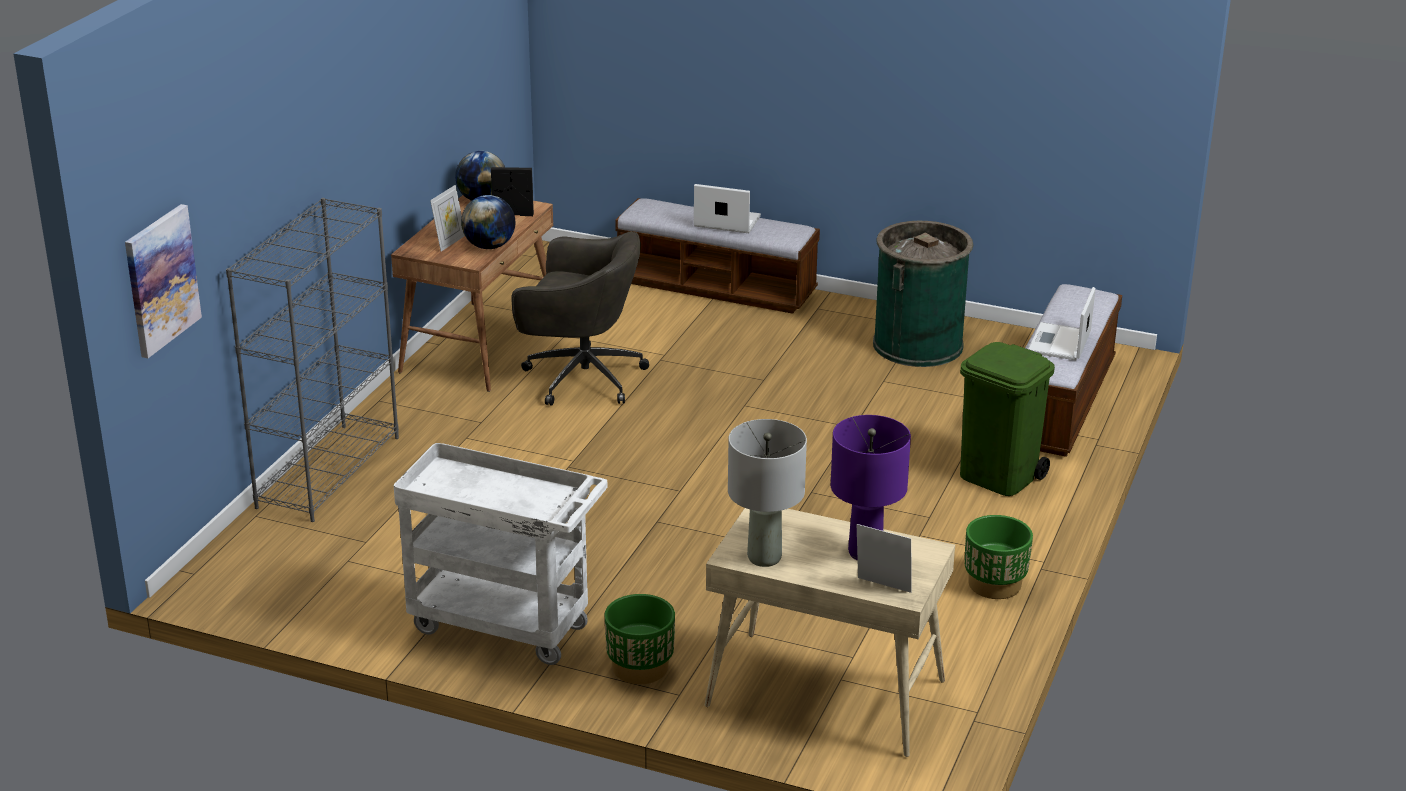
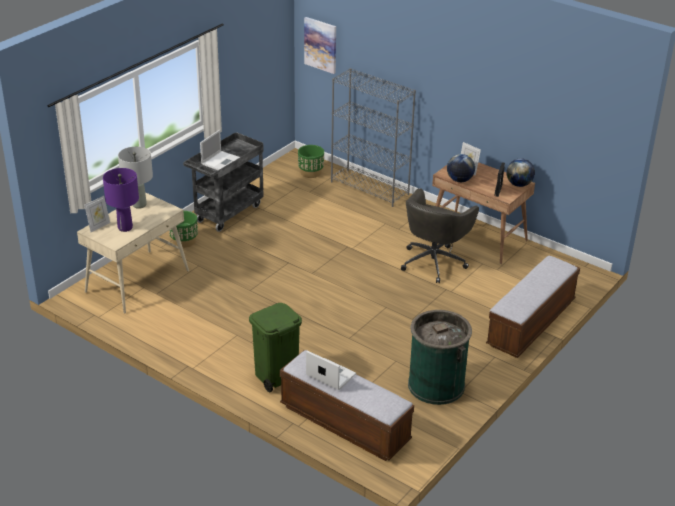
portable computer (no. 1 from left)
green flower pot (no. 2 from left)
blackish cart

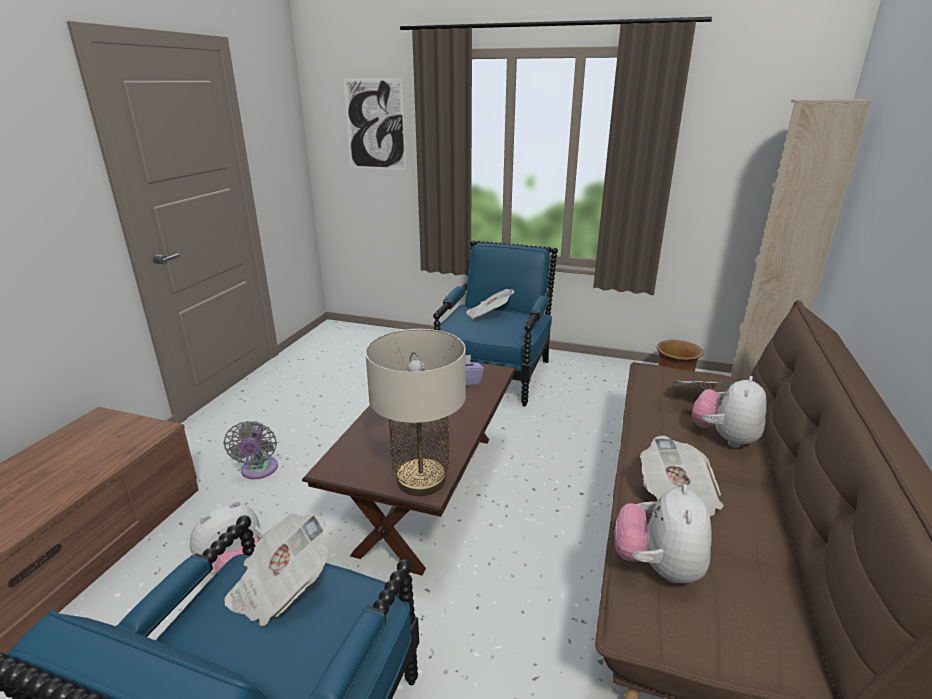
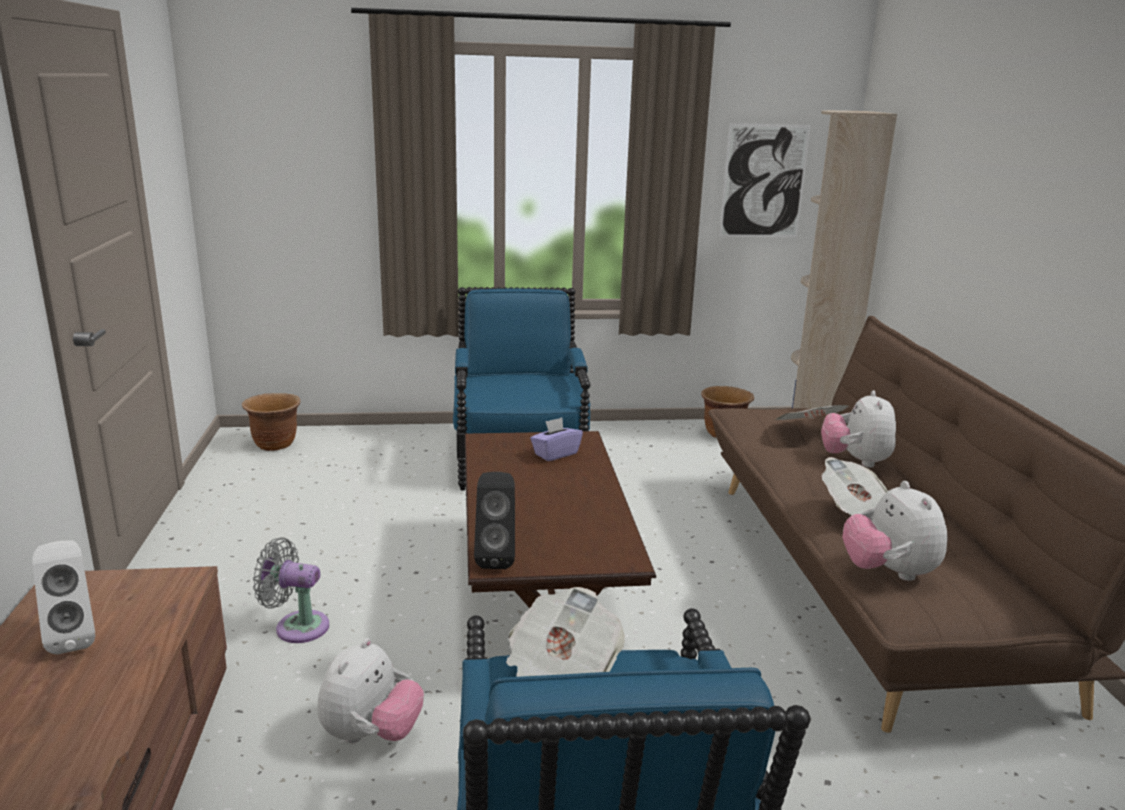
table lamp
newspaper (no. 2 from left in the first image)
white-coloured loudspeaker
brown-coloured flower pot (no. 1 from left)
blackish loudspeaker
wall art
greyish fan

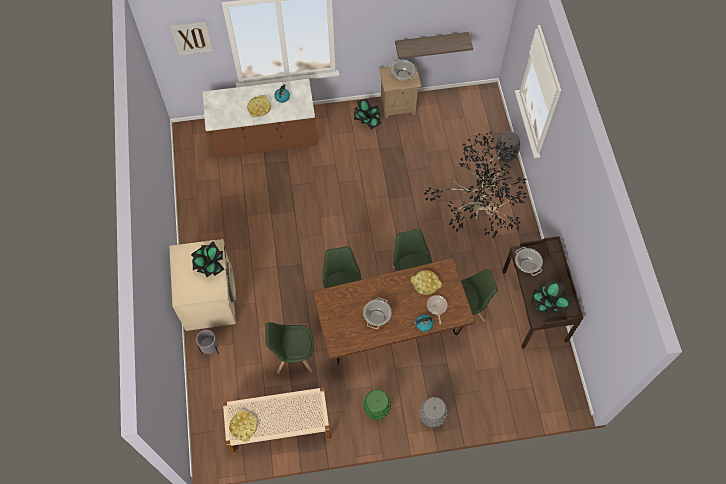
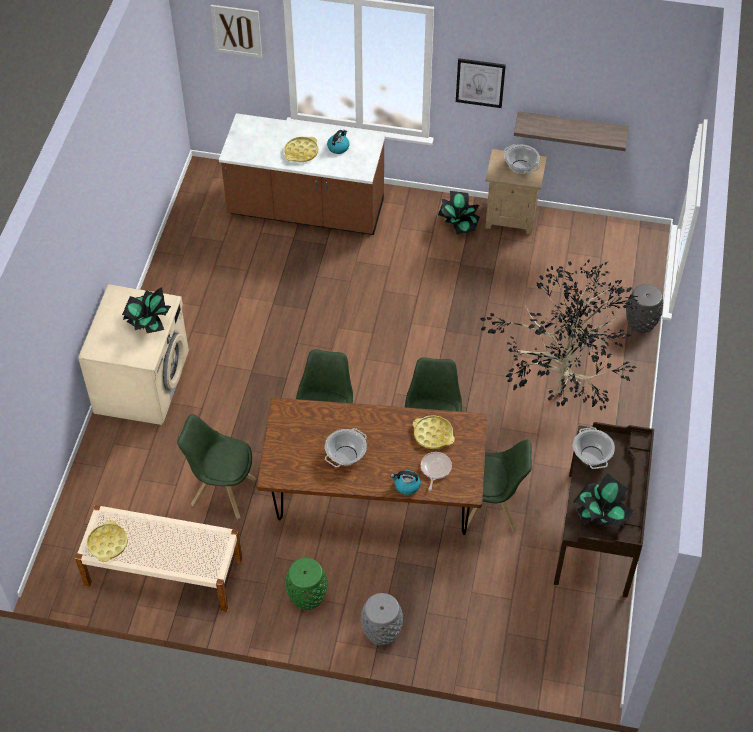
greyish flower pot
wall art (no. 2 from left)

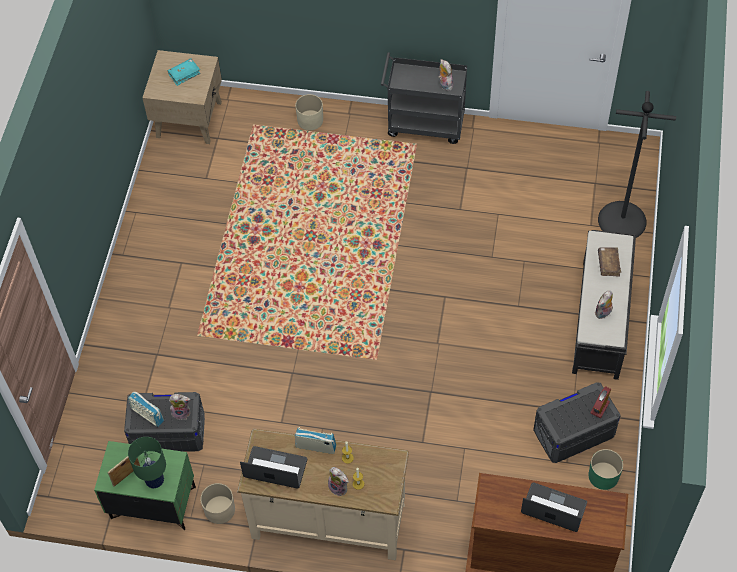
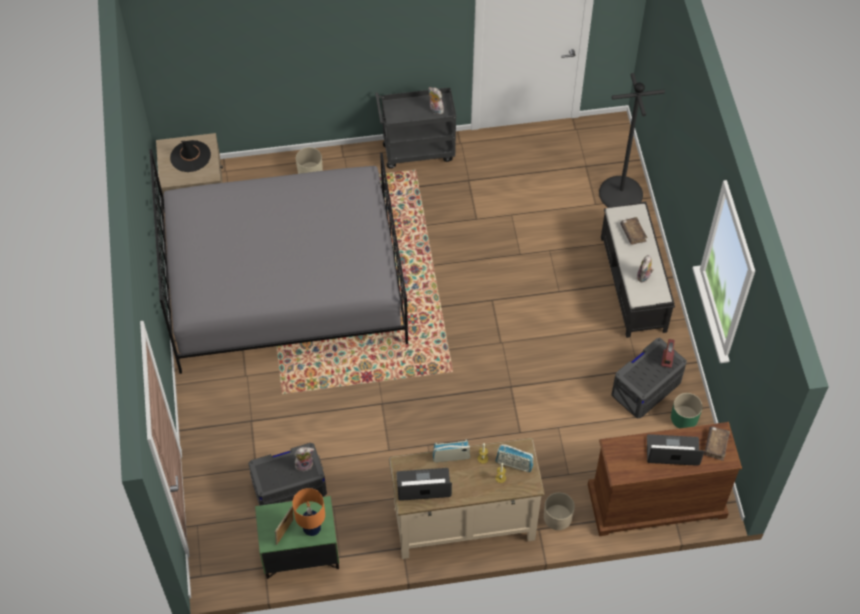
cuddly toy (no. 2 from left in the first image)
greyish bed
brown-coloured bound book (no. 2 from left)
radio receiver (no. 2 from left)
sand-coloured flower pot (no. 2 from left)
blackish clothing hat
orange-coloured table lamp

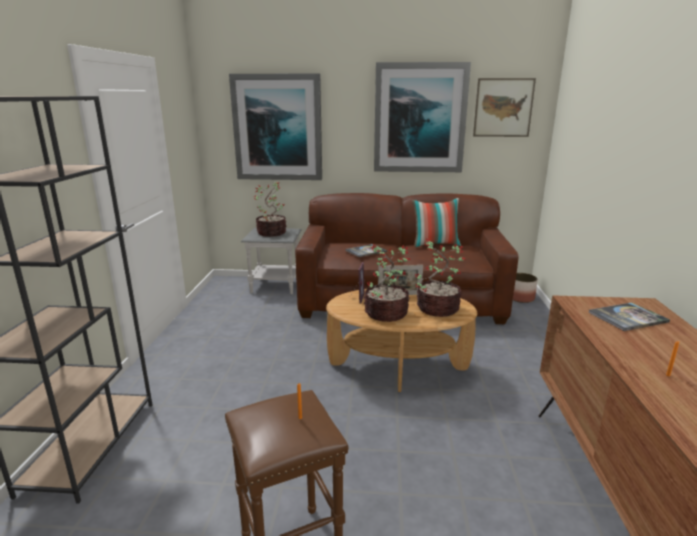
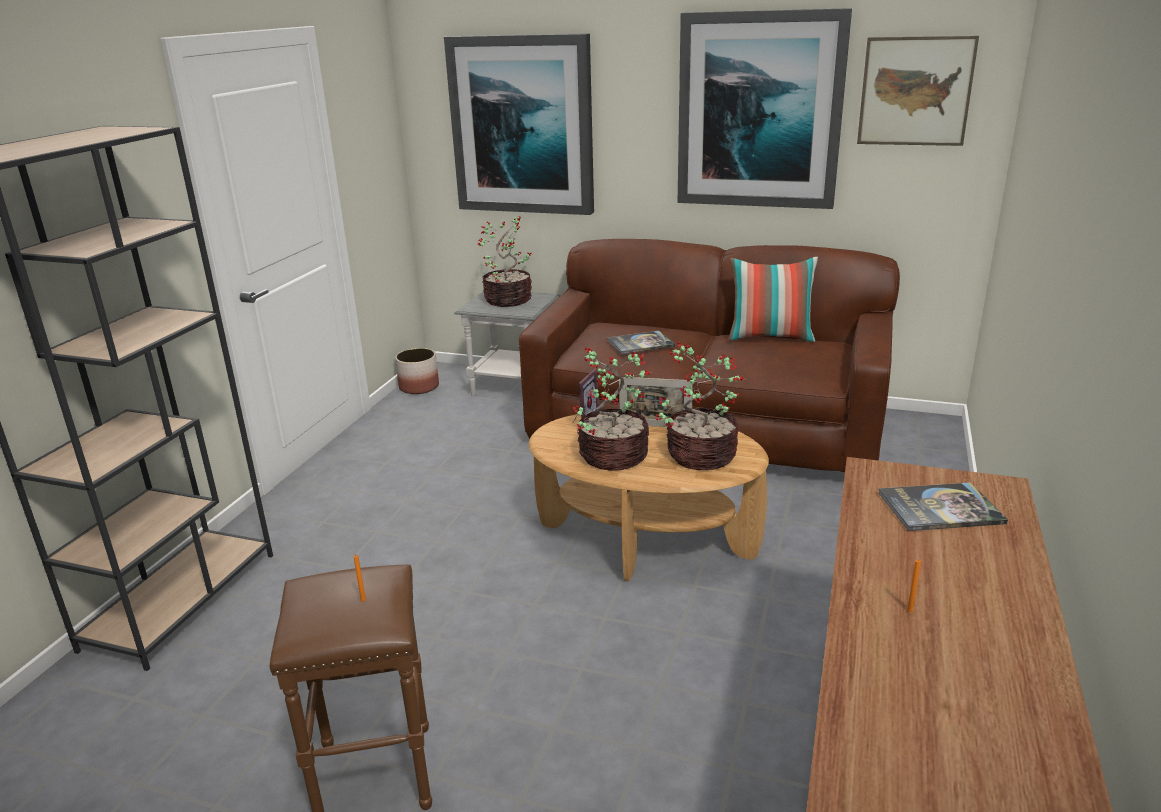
flower pot

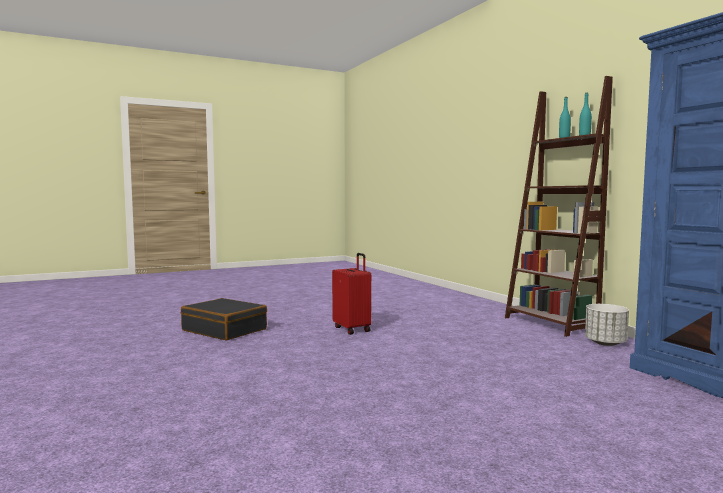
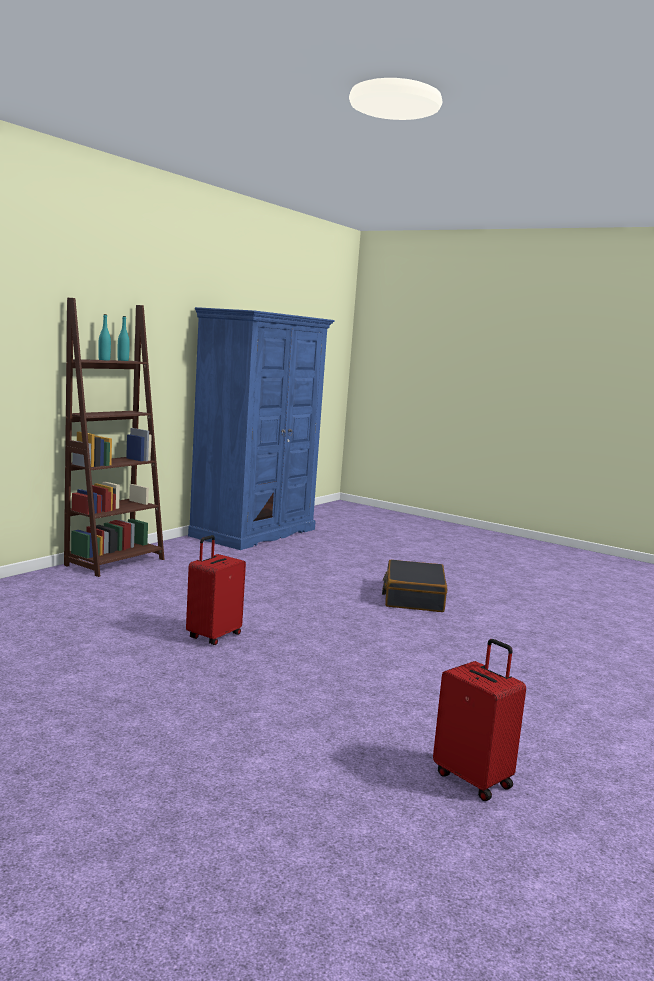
white-coloured flower pot
reddish suitcase (no. 2 from left)
blackish suitcase

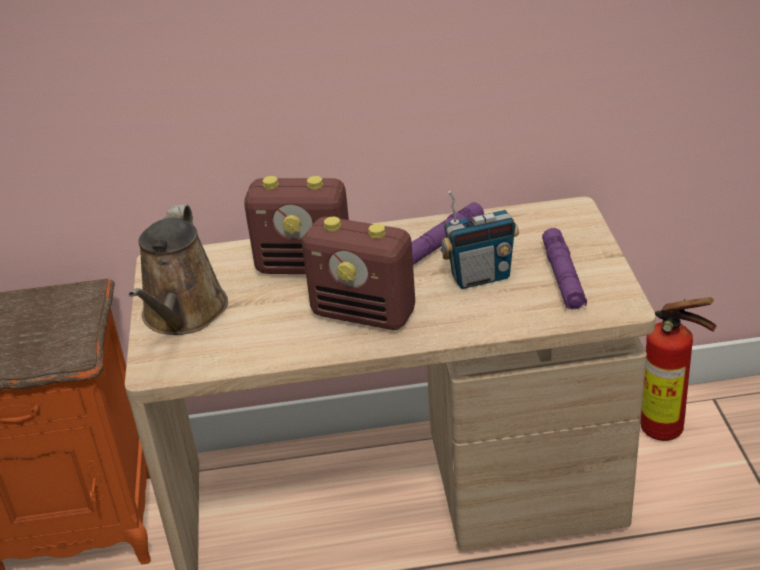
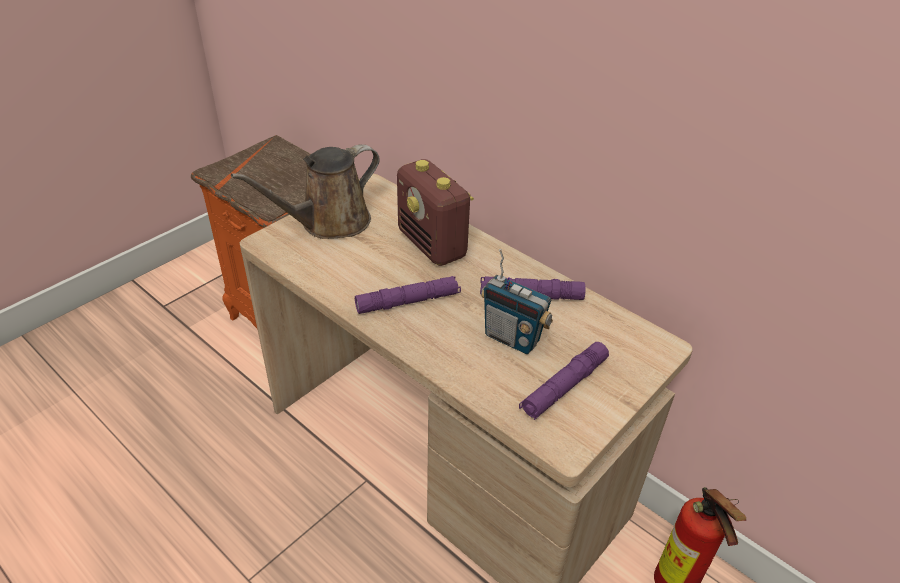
purplish torch (no. 1 from left)

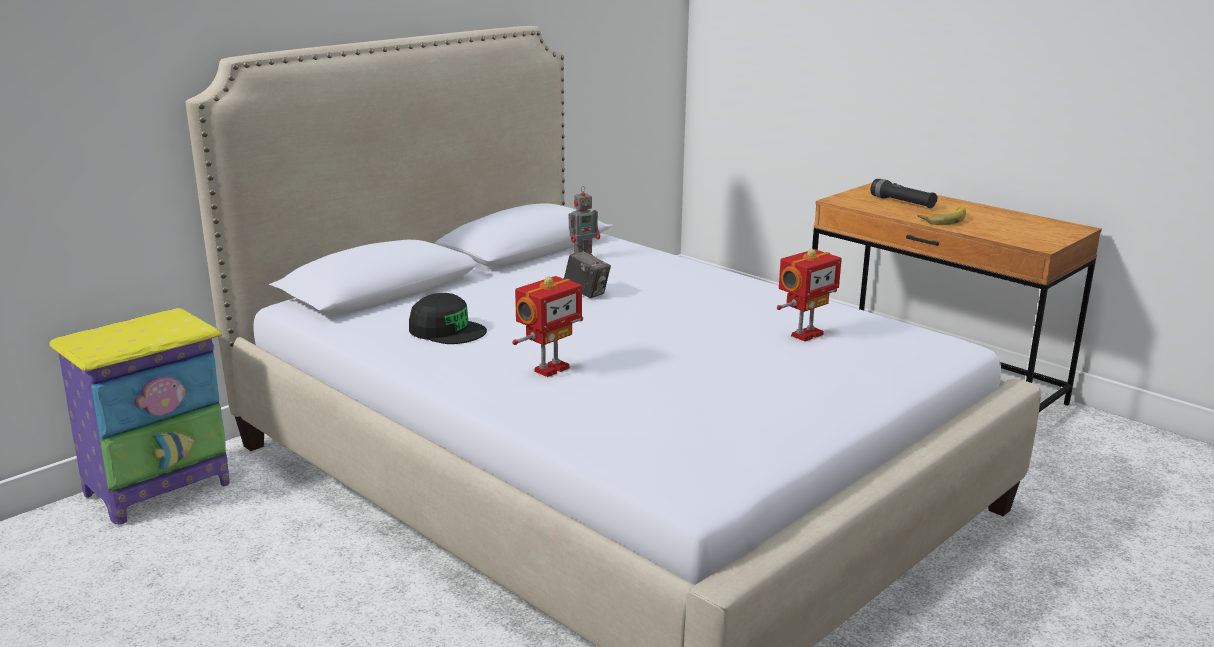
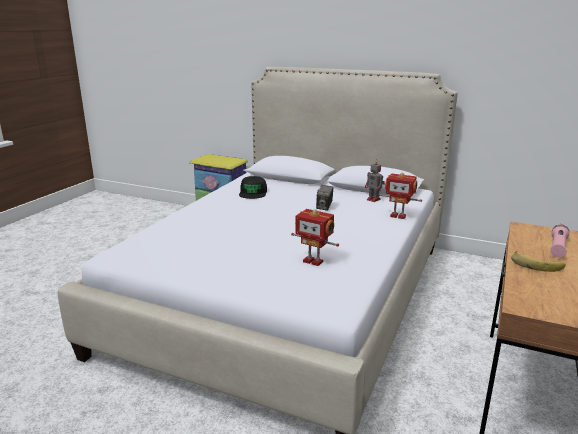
robot figure (no. 3 from left)
pinkish torch

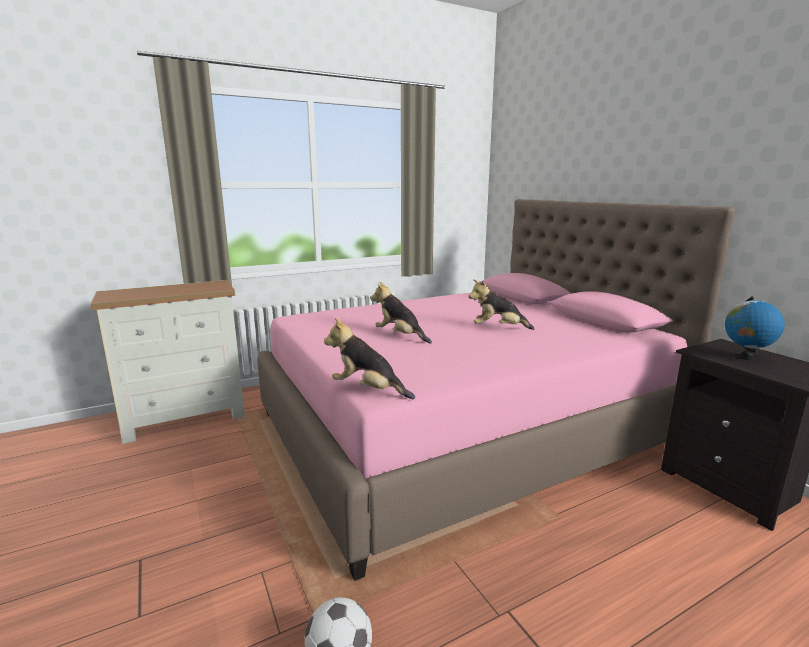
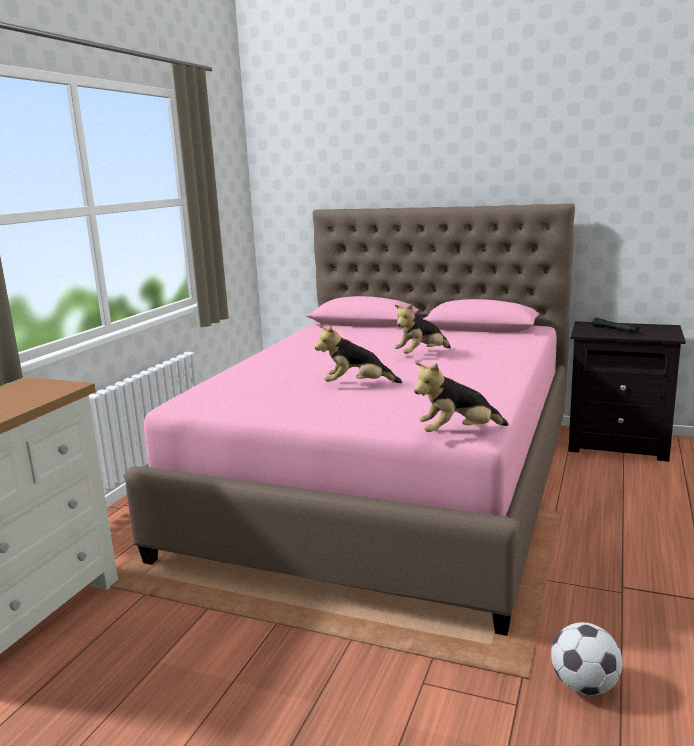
blackish torch

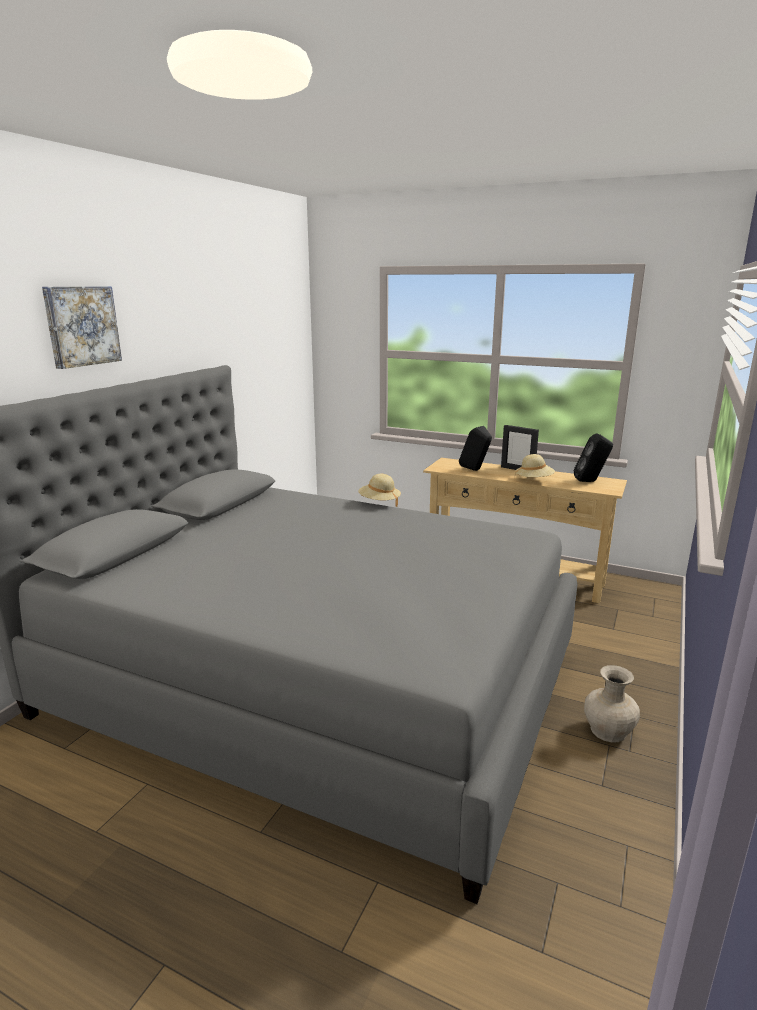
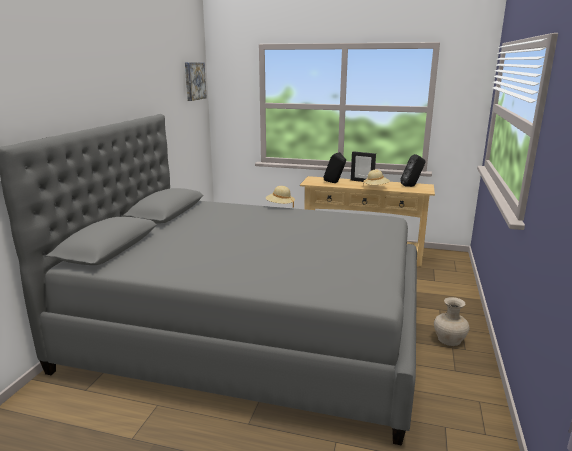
wall art

